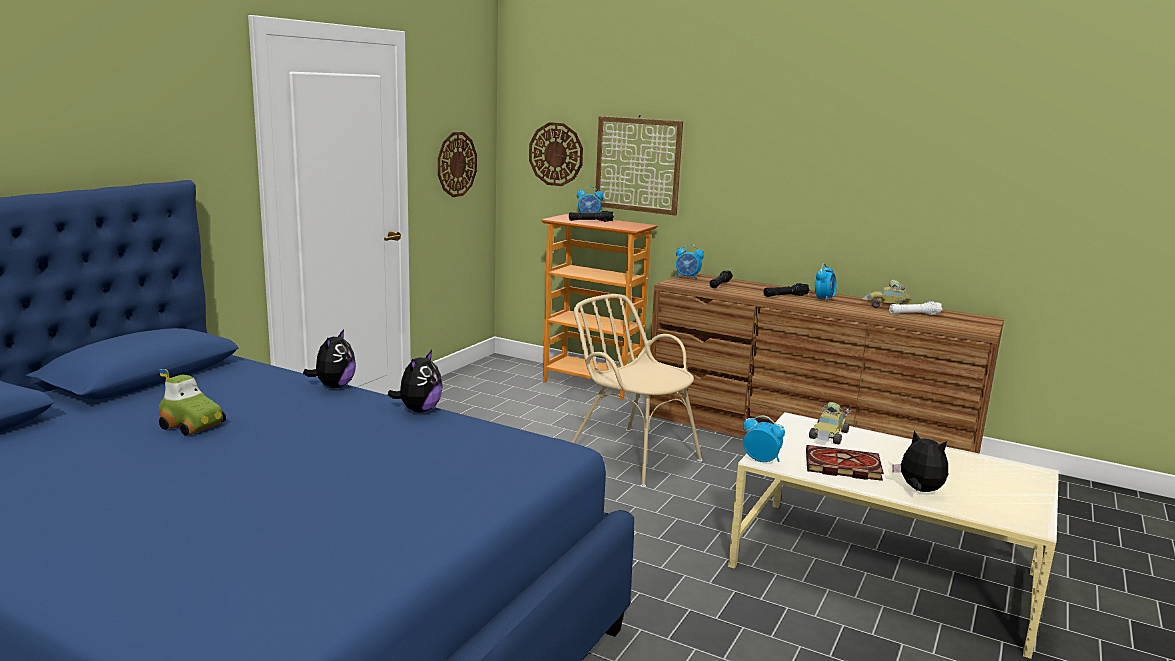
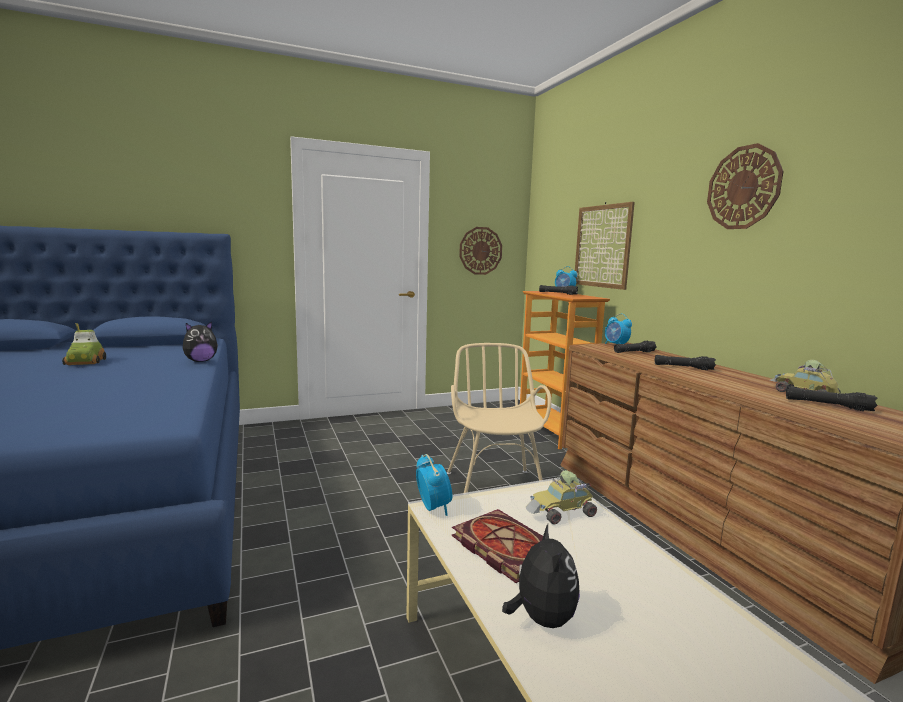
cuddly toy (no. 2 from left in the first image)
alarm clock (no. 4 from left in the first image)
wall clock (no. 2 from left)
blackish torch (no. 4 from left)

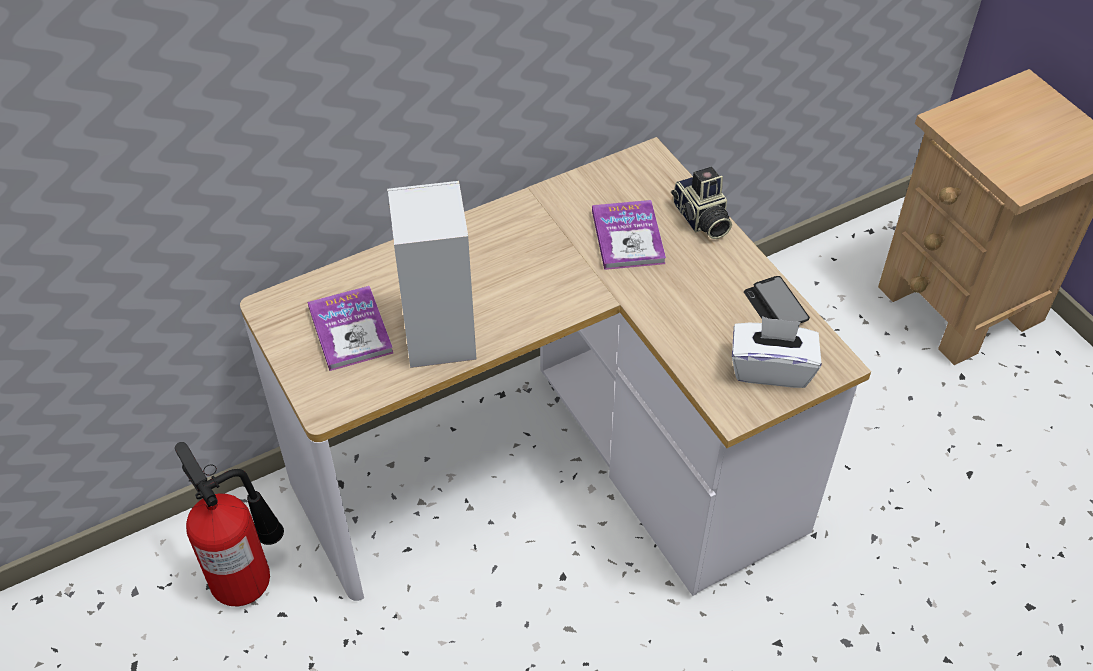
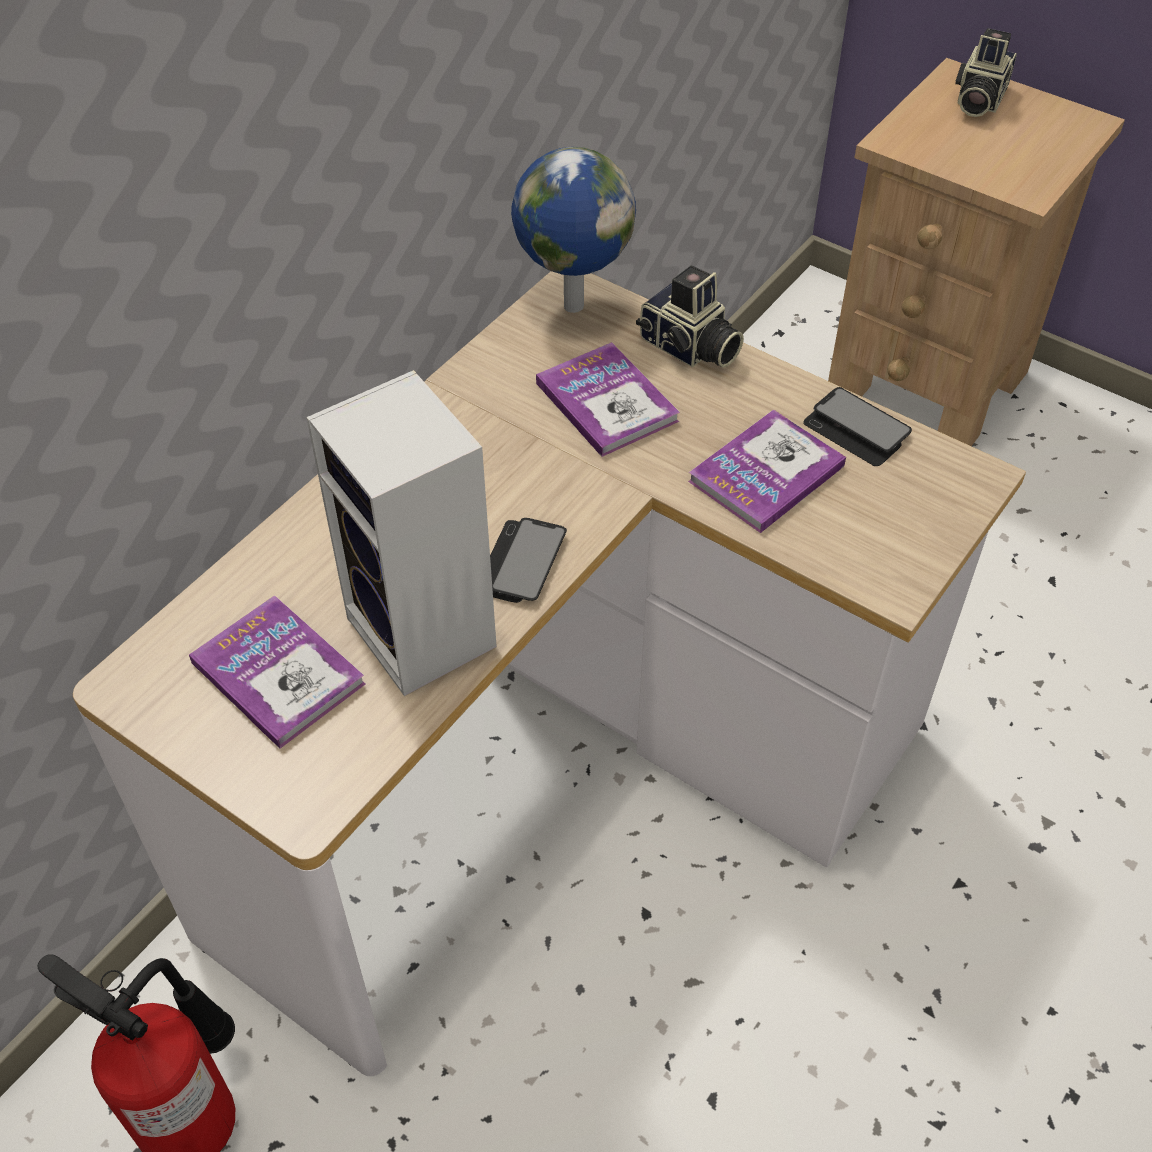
white-coloured tissue box
phone (no. 1 from left)
world globe
bound book (no. 3 from left)
photo camera (no. 2 from left)

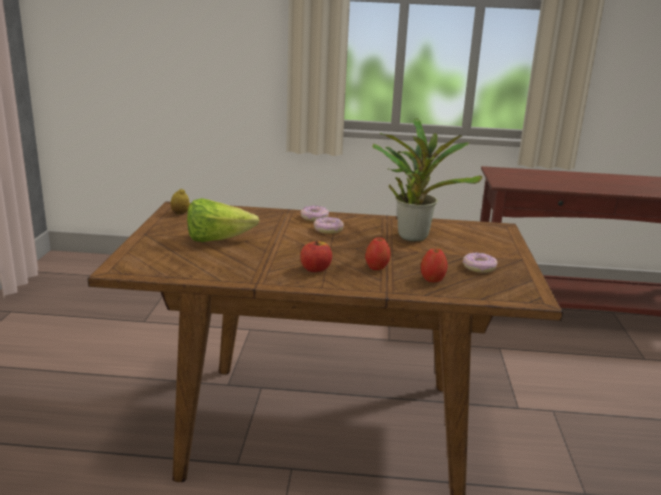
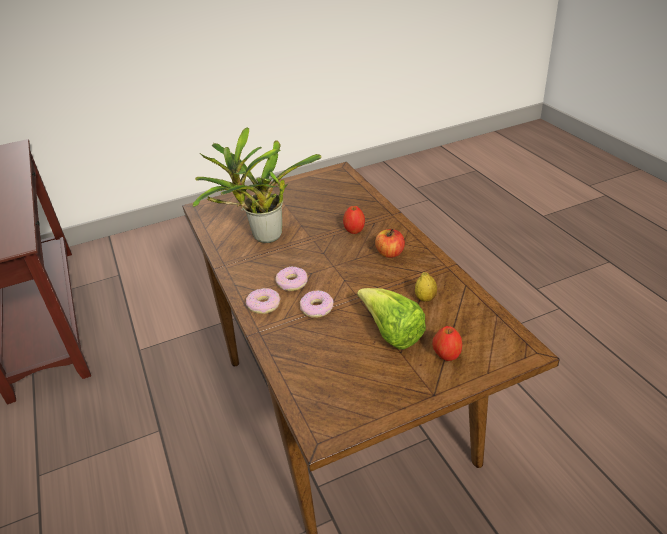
citrus fruit
apple fruit (no. 3 from left)
doughnut (no. 3 from left)

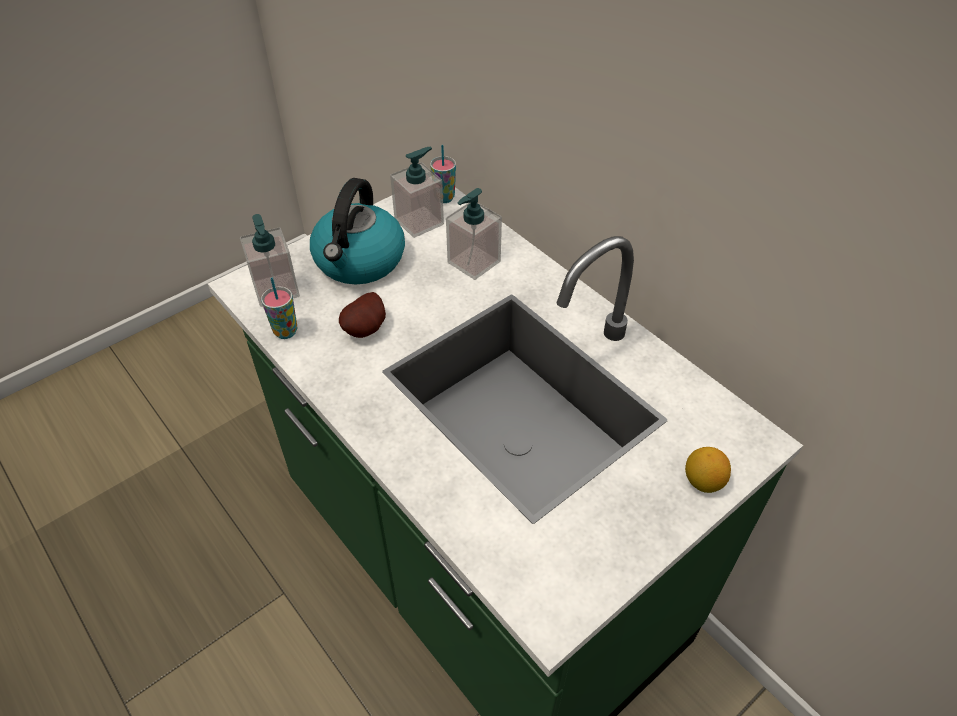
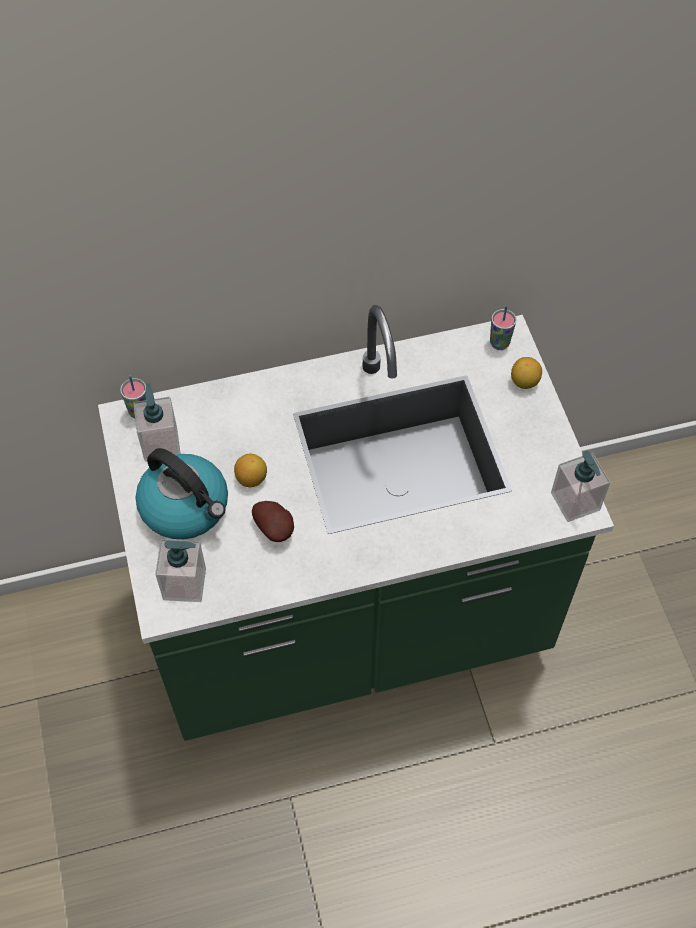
citrus fruit (no. 1 from left)
cup (no. 2 from left)
soap dispenser (no. 3 from left)

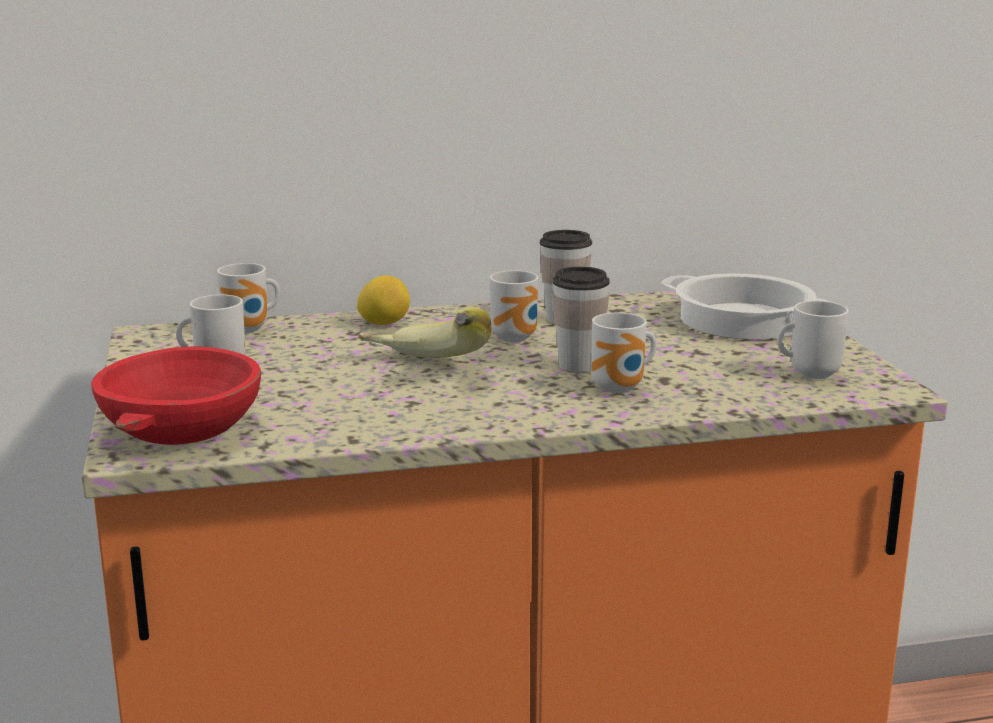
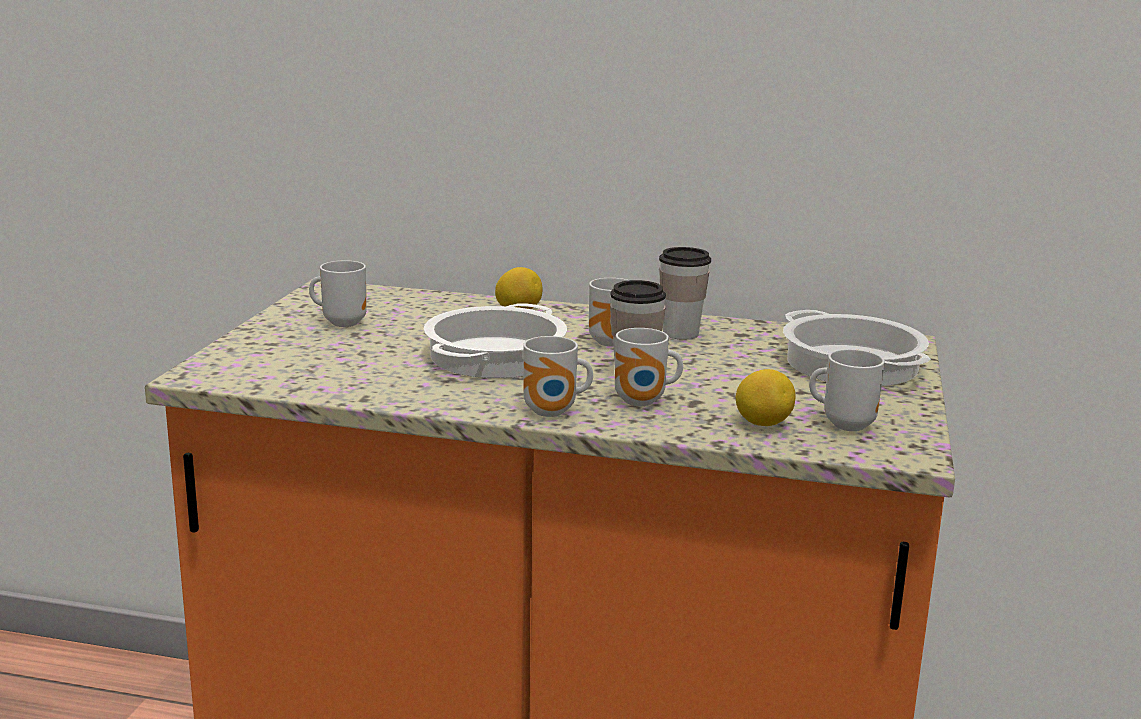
reddish serving bowl
citrus fruit (no. 2 from left)
coffee mug (no. 2 from left)
saucepot (no. 1 from left)

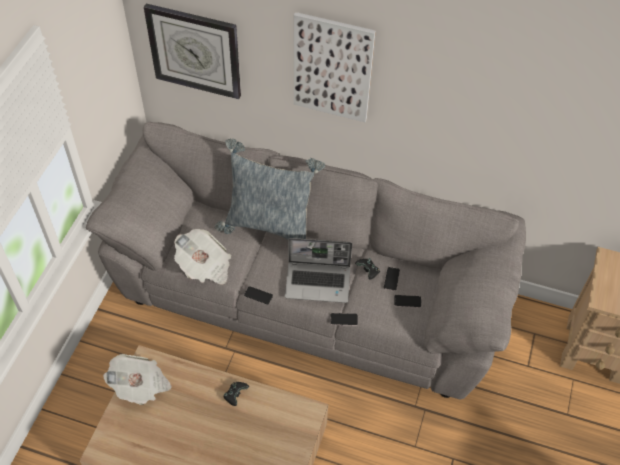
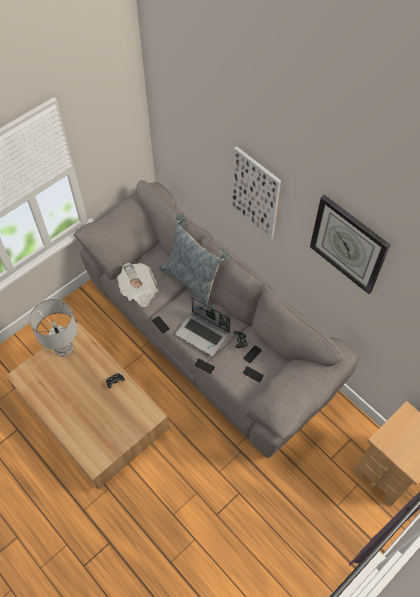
wall clock
white-coloured table lamp

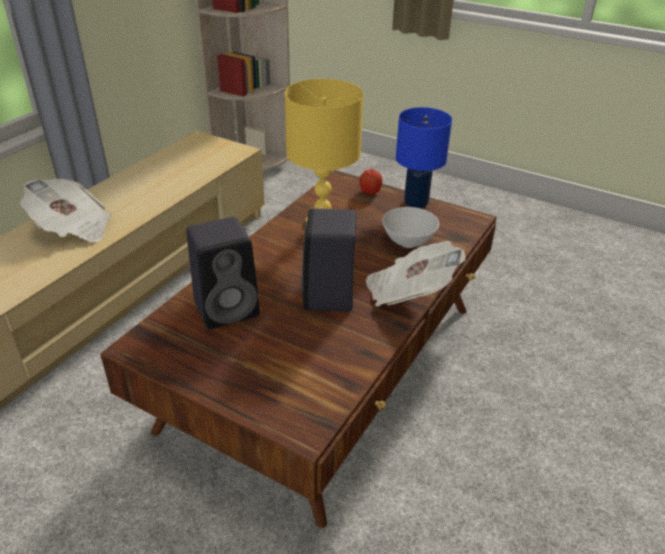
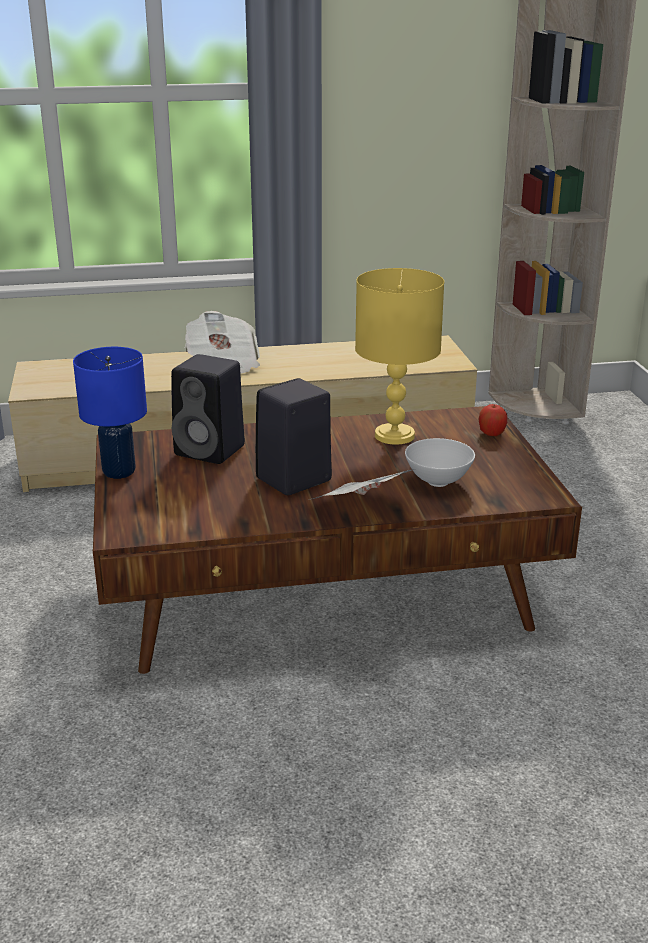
blue-coloured table lamp

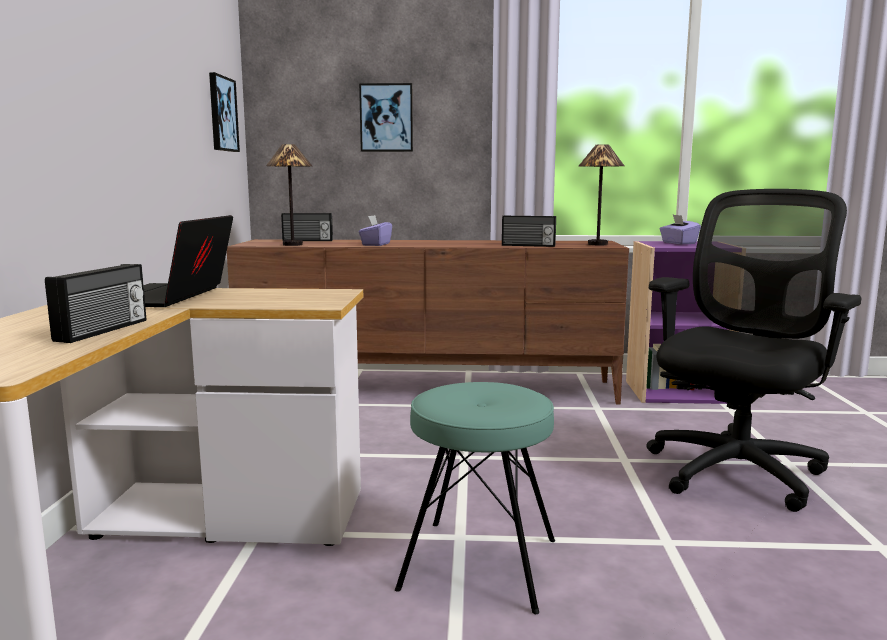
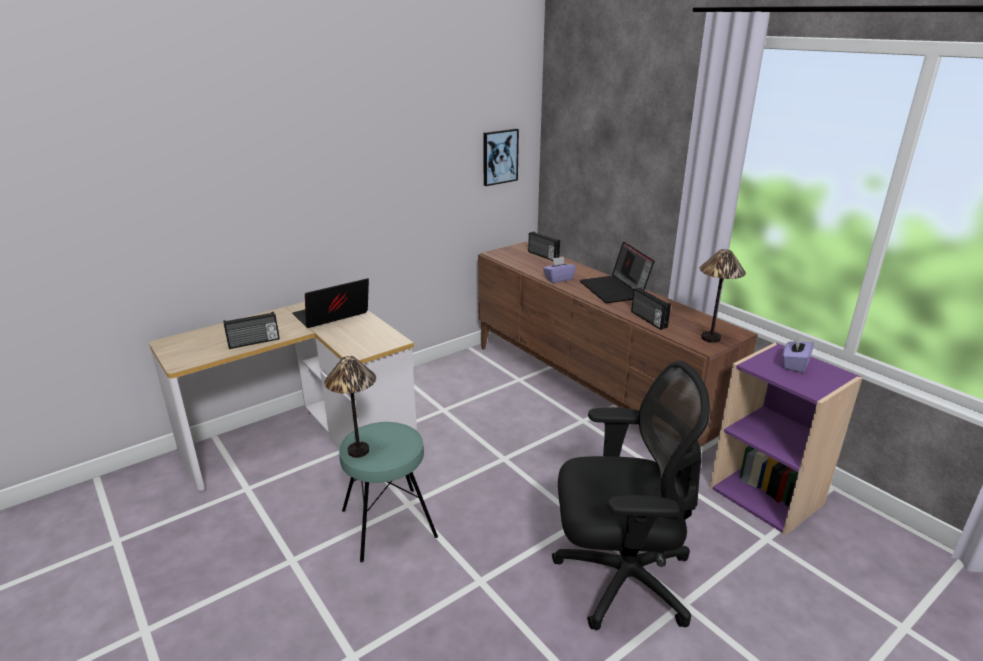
wall art (no. 2 from left in the first image)
portable computer (no. 2 from left)
table lamp (no. 1 from left)

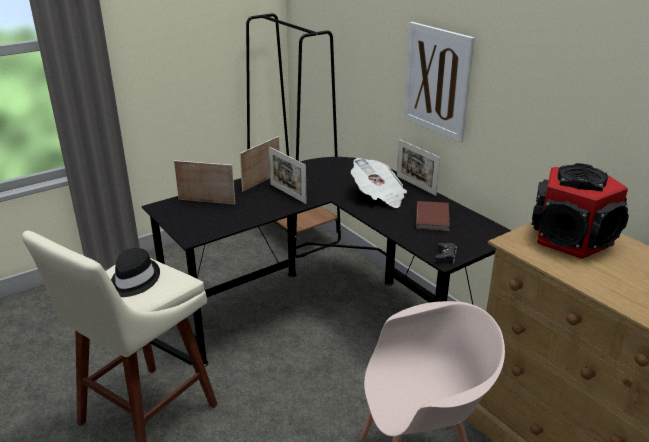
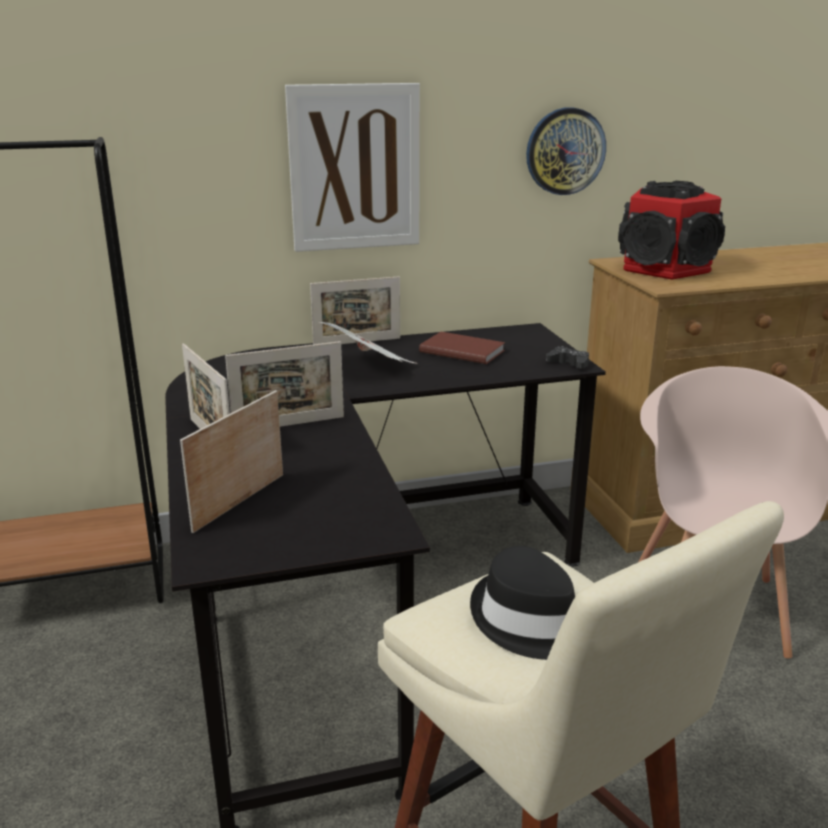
wall clock

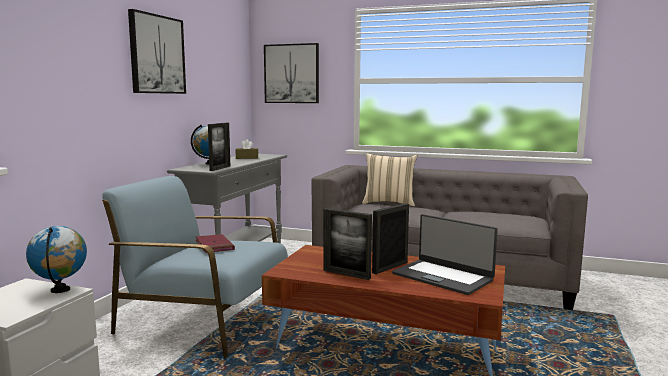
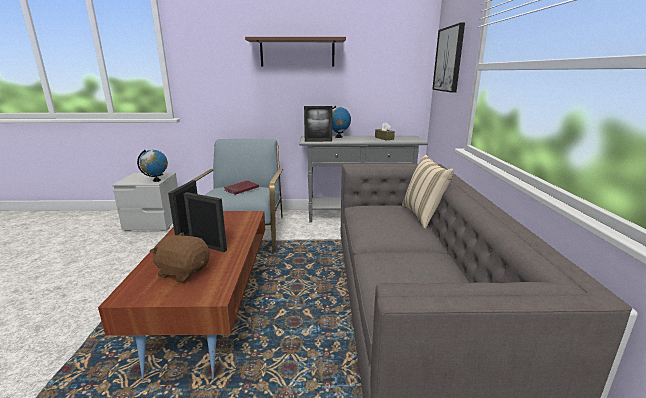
brown-coloured wall shelf
brown-coloured cuddly toy

